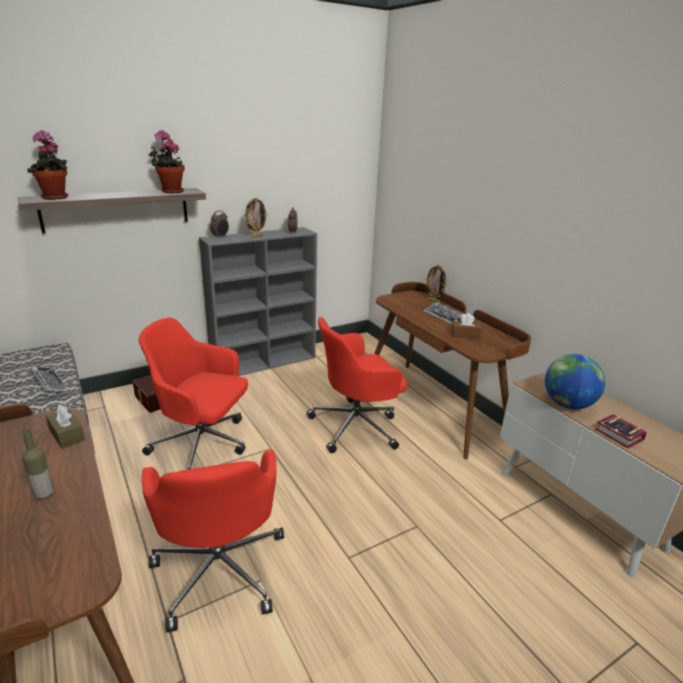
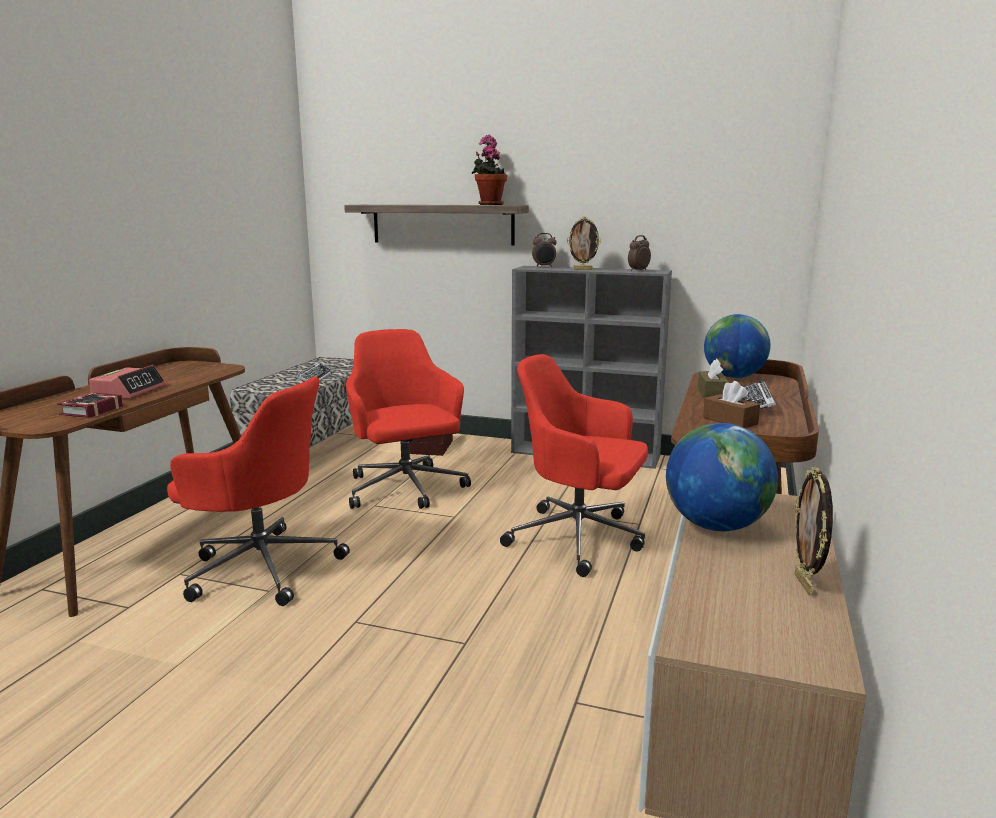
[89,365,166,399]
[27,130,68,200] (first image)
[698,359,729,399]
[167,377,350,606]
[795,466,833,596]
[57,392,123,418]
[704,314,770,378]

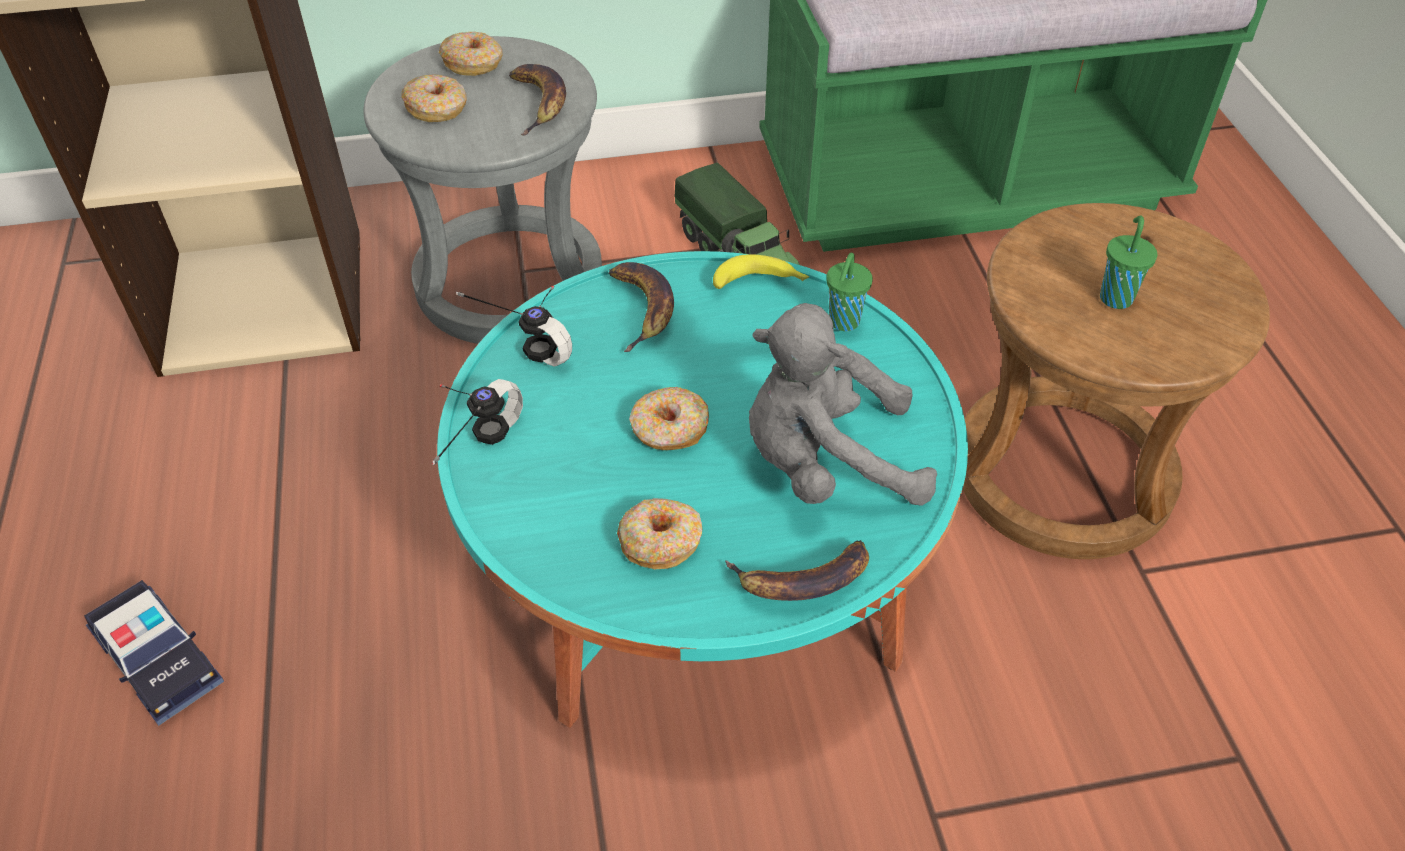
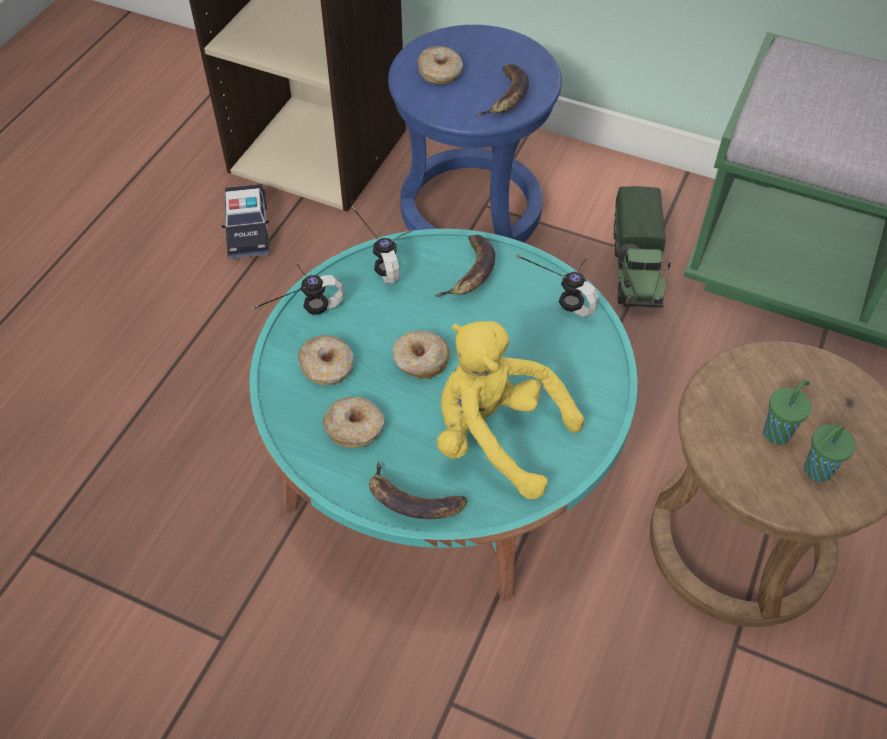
[222,184,270,259]
[388,25,562,242]
[298,335,354,385]
[515,254,599,317]
[437,321,584,499]
[804,424,856,482]

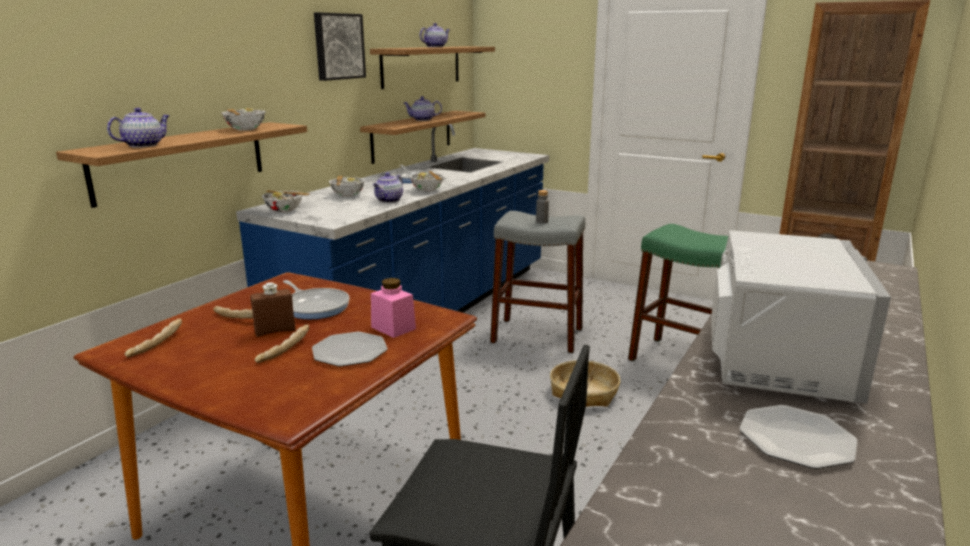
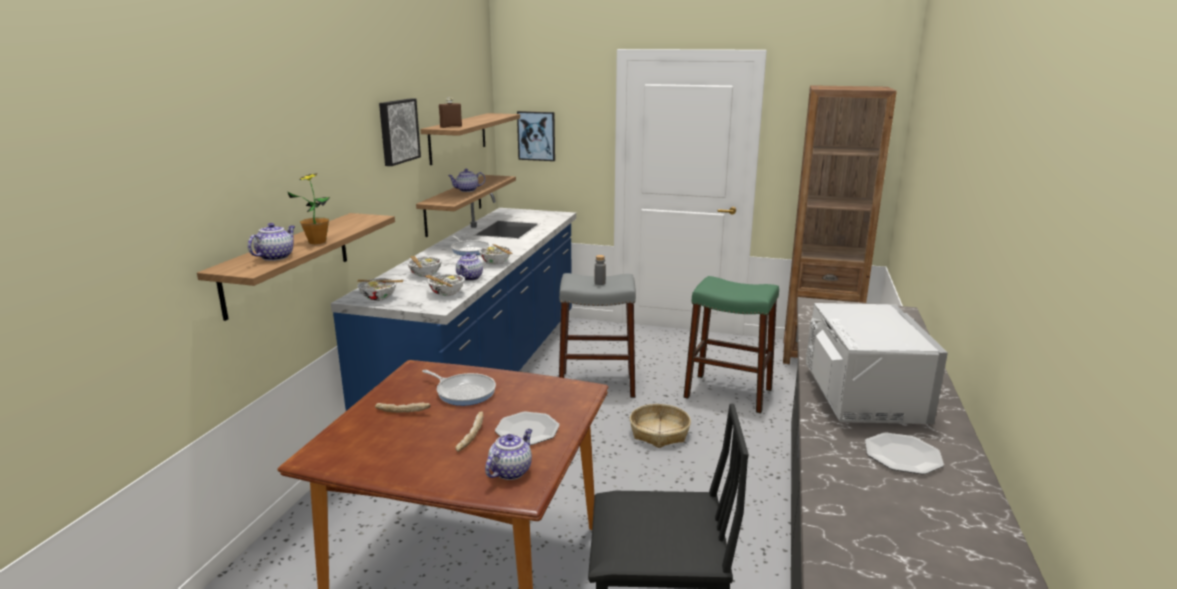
[124,318,182,358] (first image)
[425,274,465,296]
[439,98,462,128]
[371,278,416,338] (first image)
[485,429,532,480]
[288,173,330,244]
[517,111,555,161]

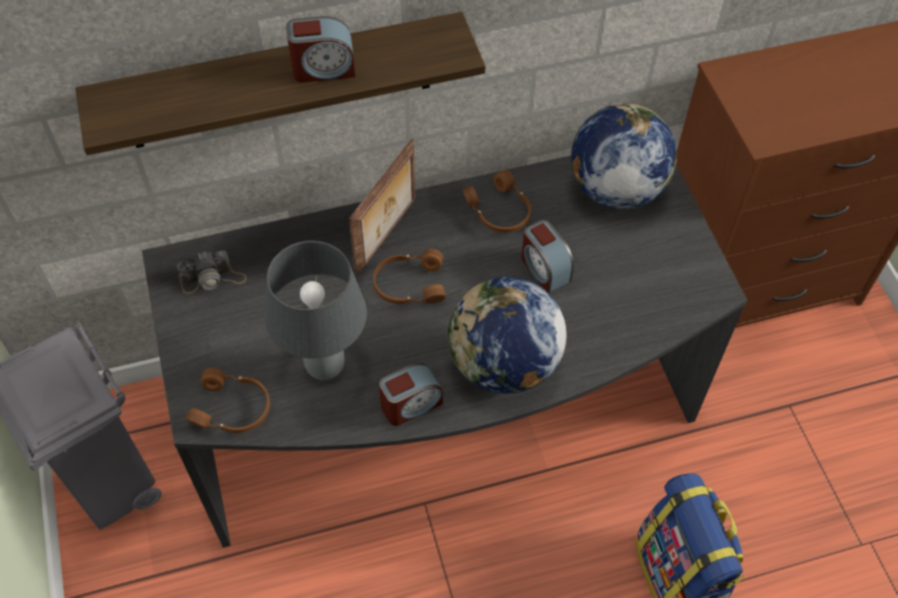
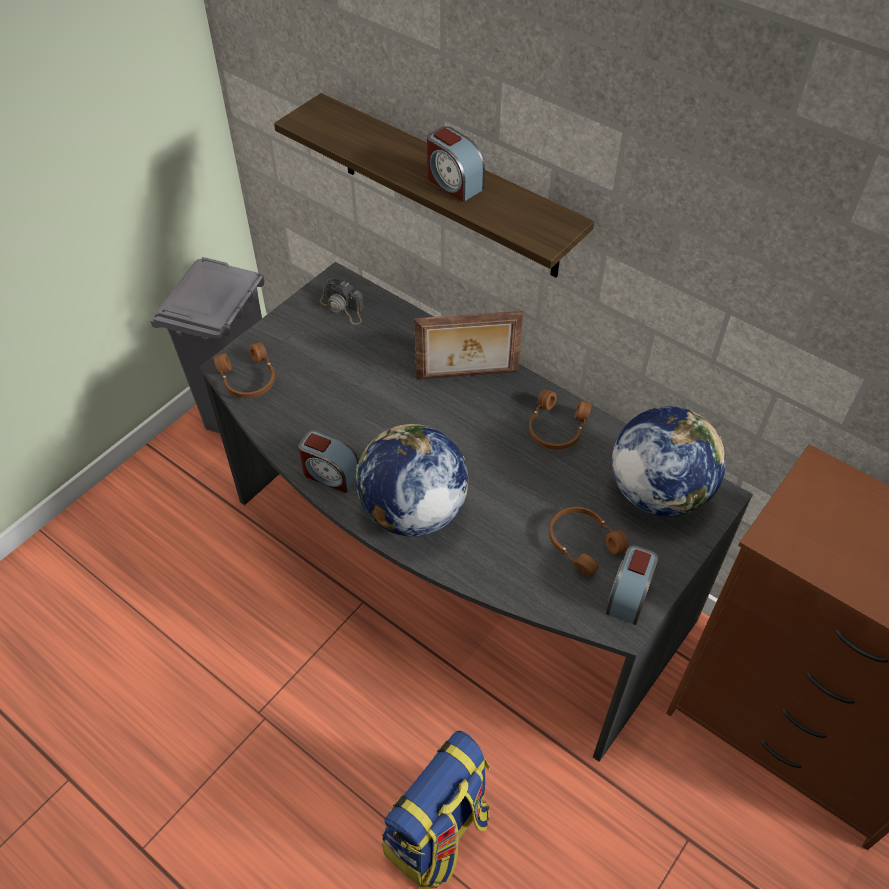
[265,241,367,380] (first image)
[549,507,629,577]
[606,545,658,625]

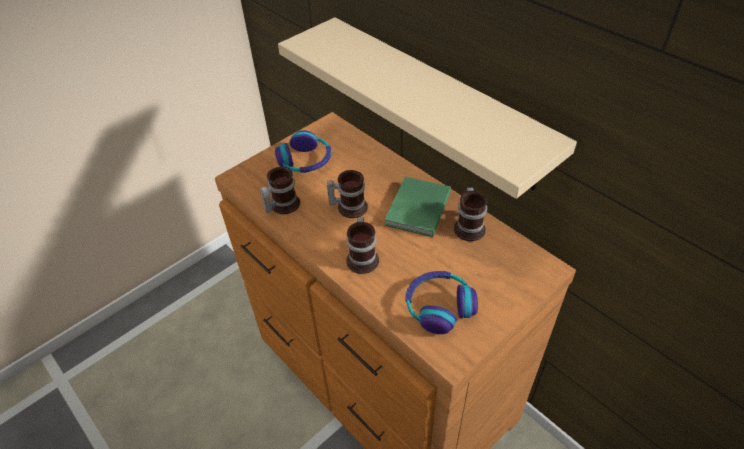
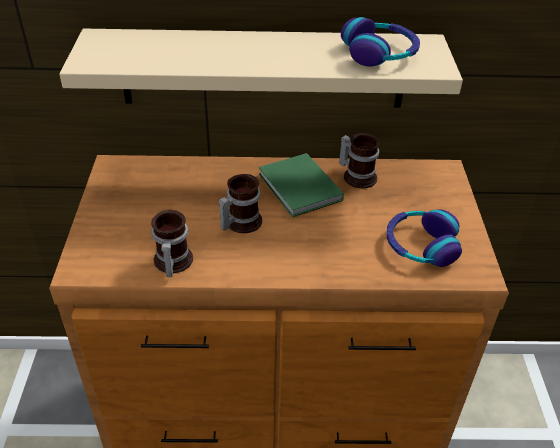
[341,17,420,66]
[346,218,379,274] (first image)

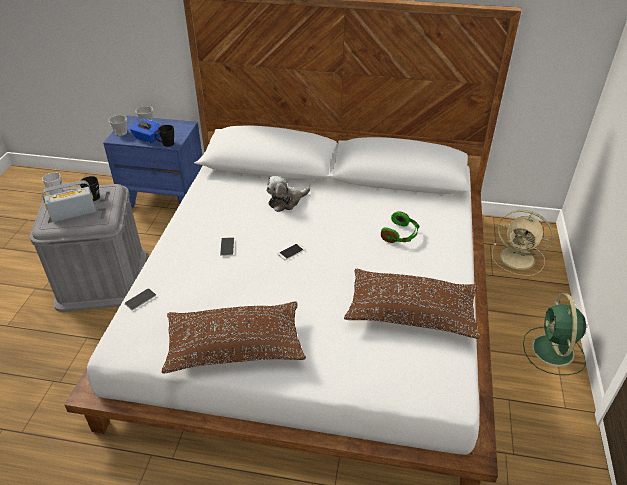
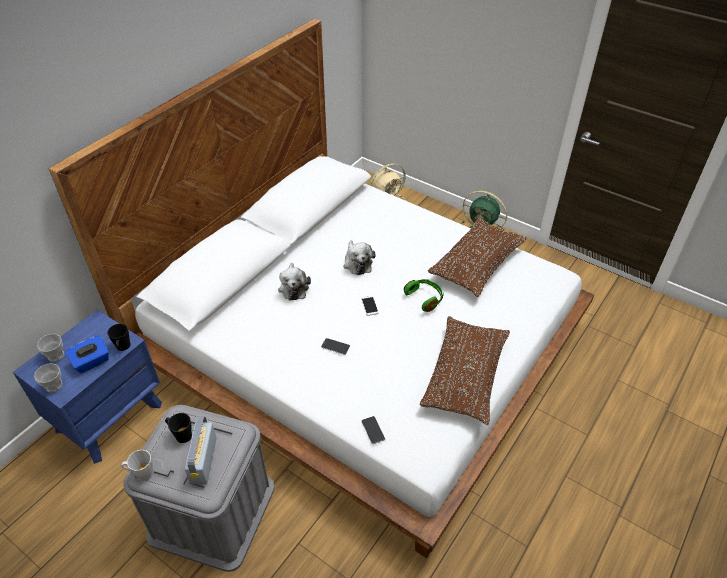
[404,279,444,312]
[344,240,376,275]

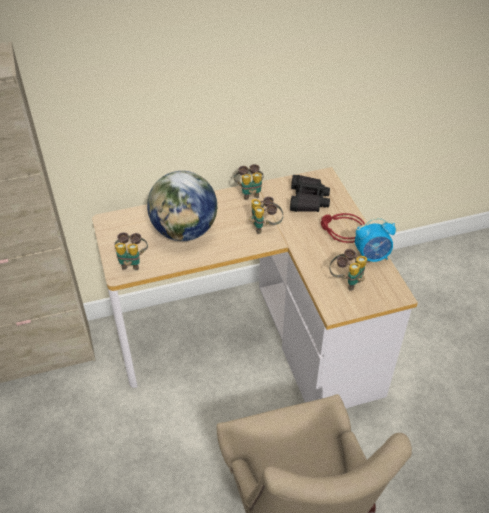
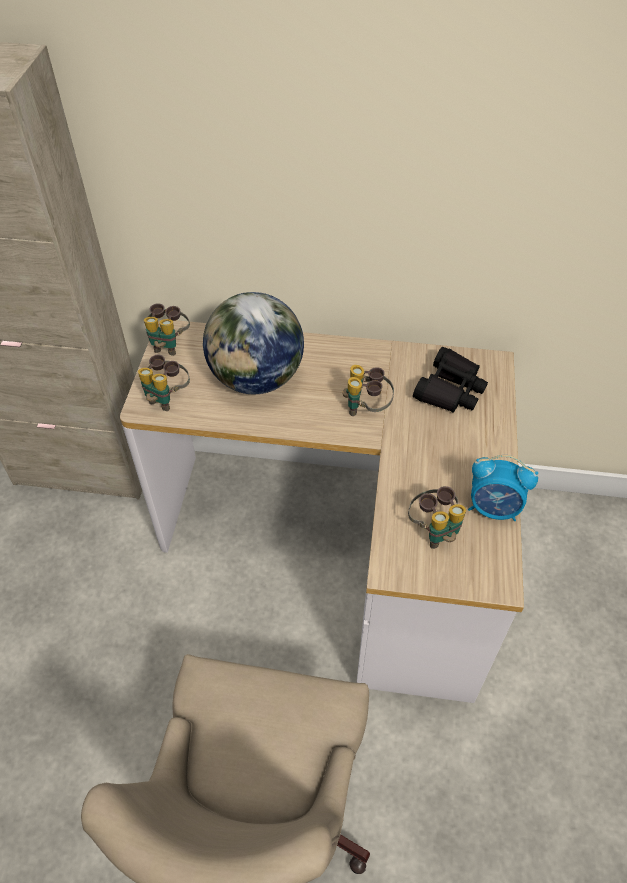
[144,303,190,356]
[321,213,365,243] (first image)

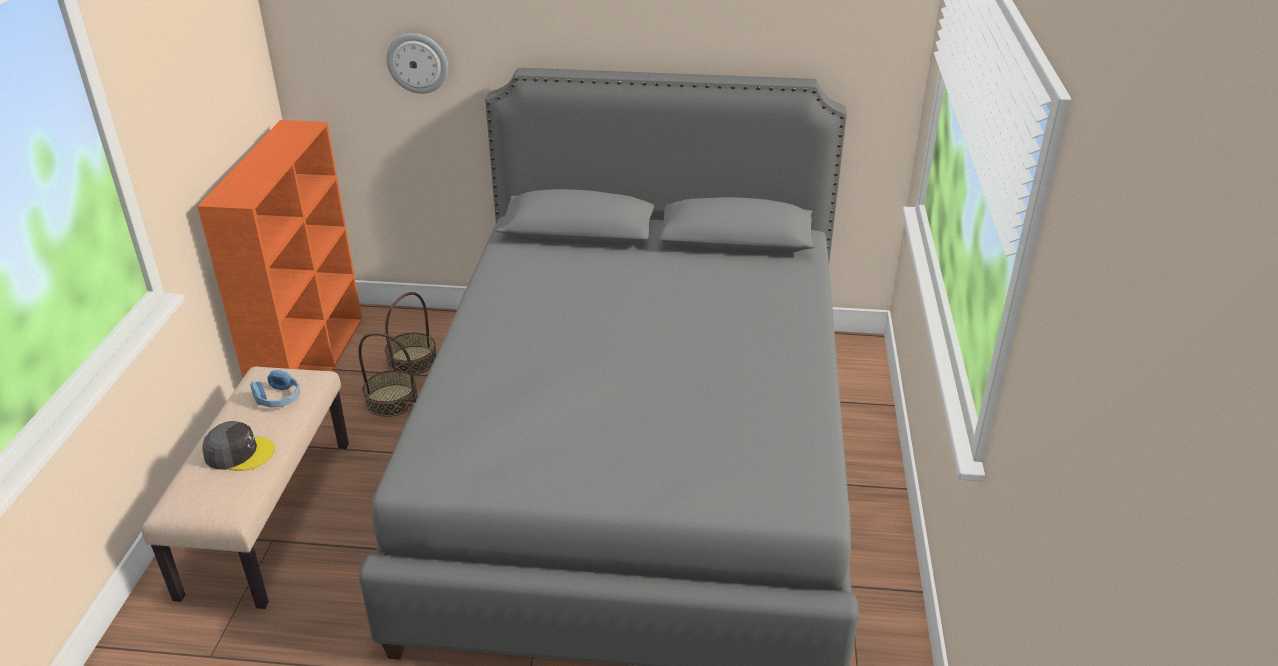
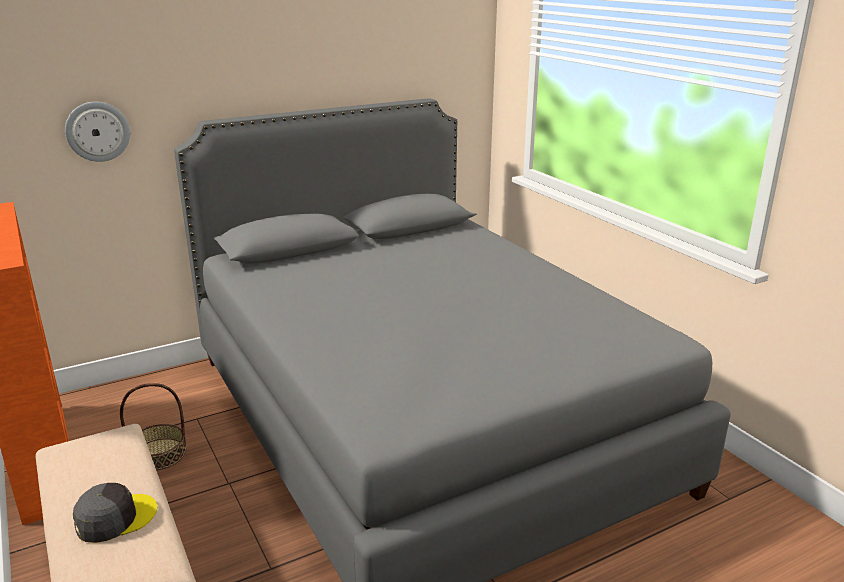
[250,370,300,407] (first image)
[385,292,437,375] (first image)

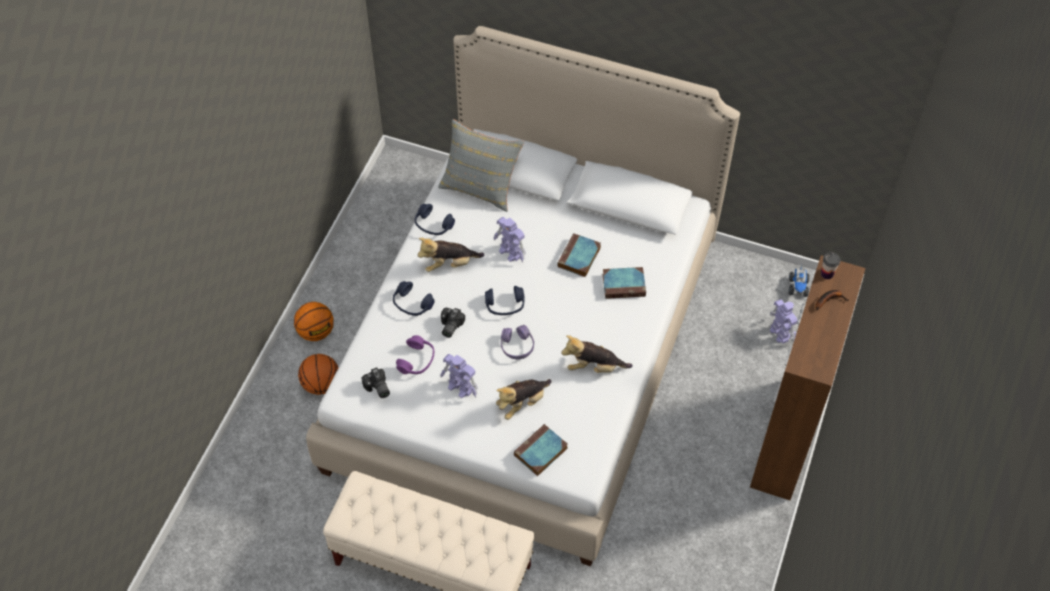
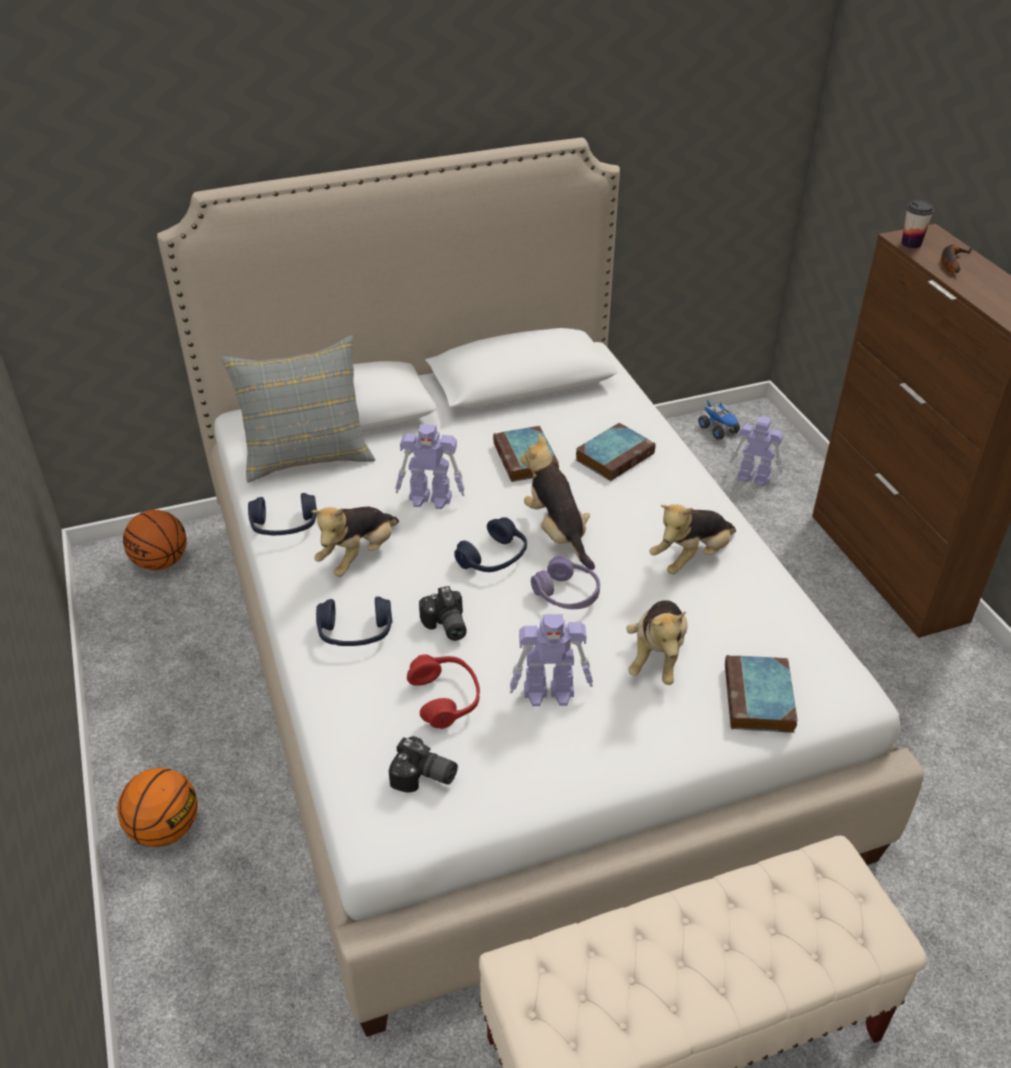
[123,510,187,571]
[407,654,480,729]
[520,434,595,570]

